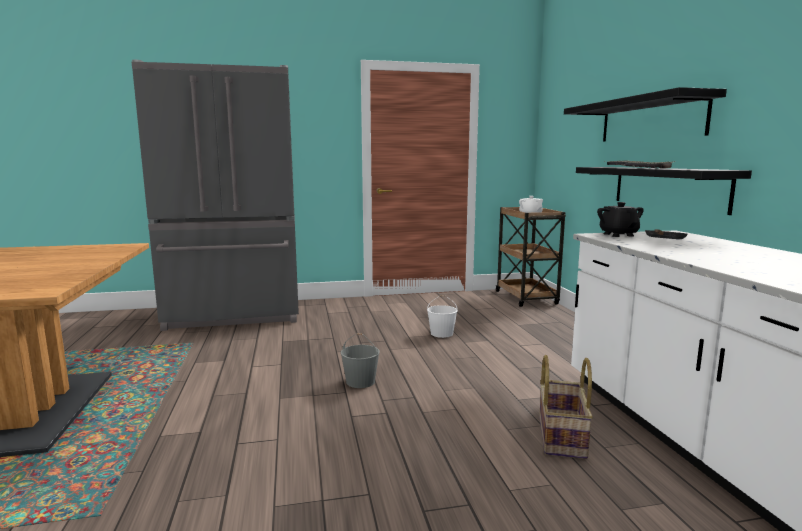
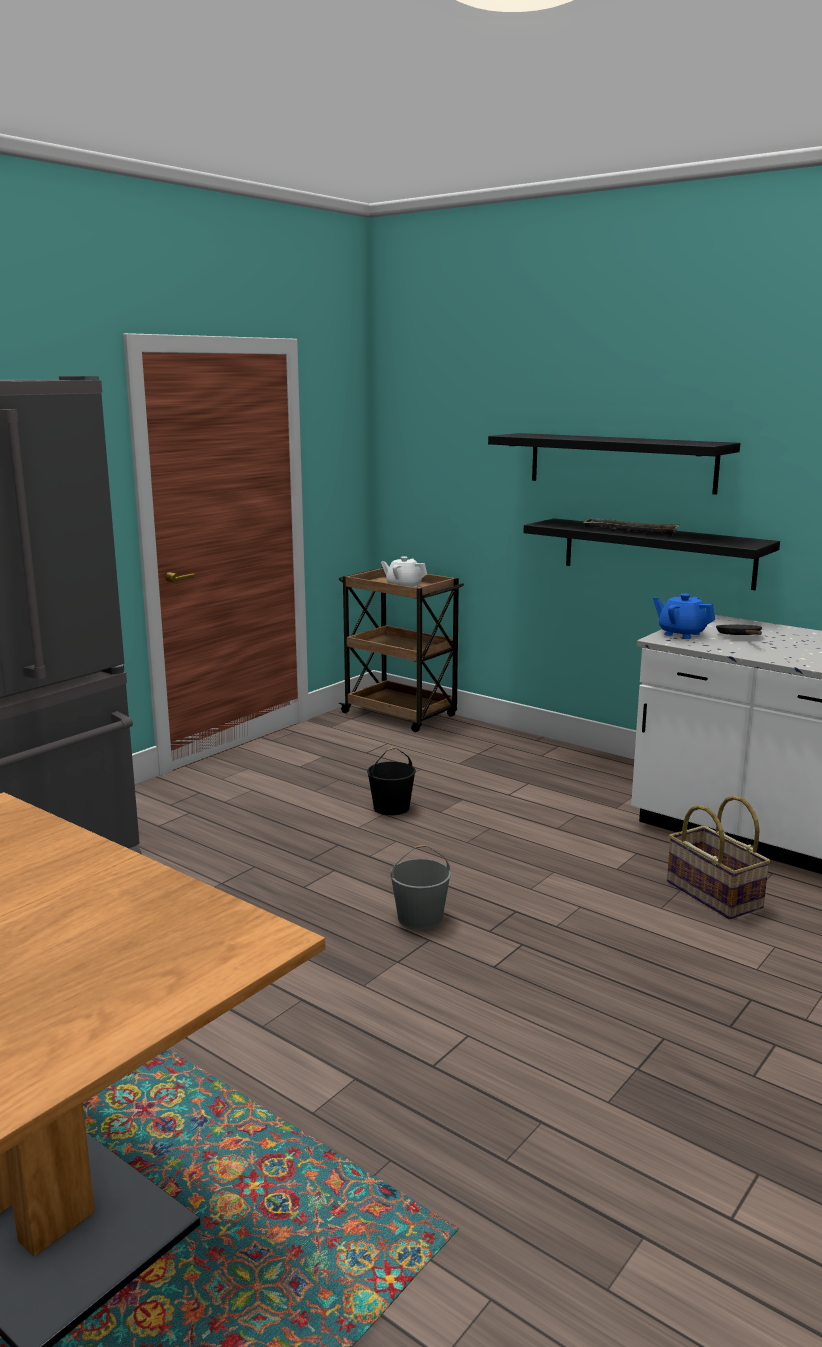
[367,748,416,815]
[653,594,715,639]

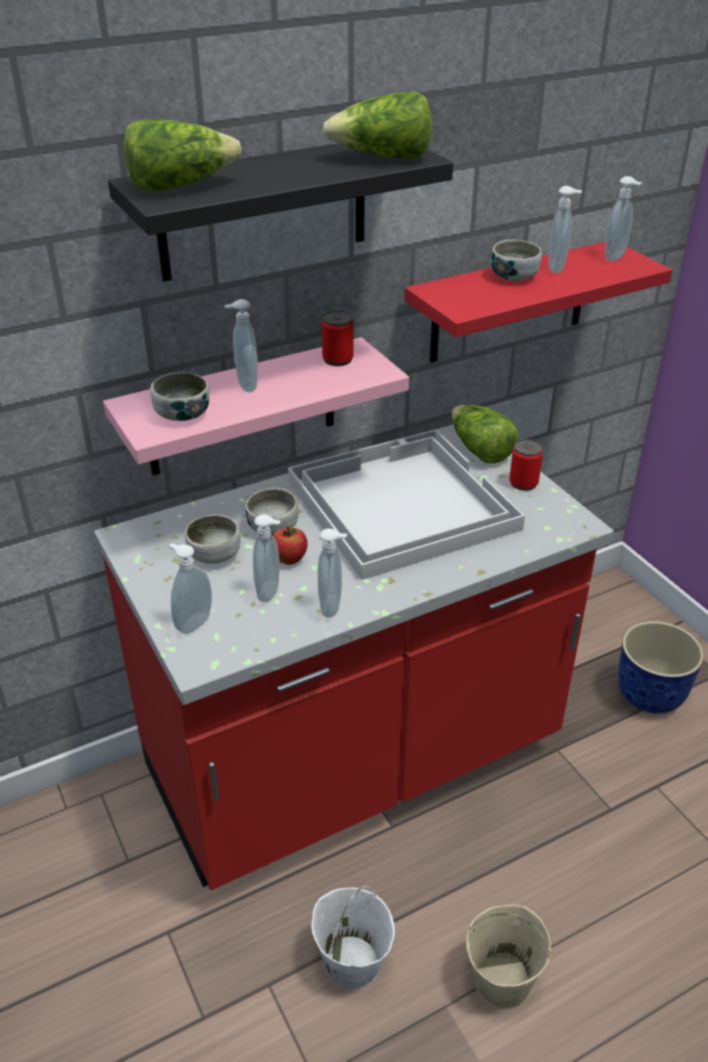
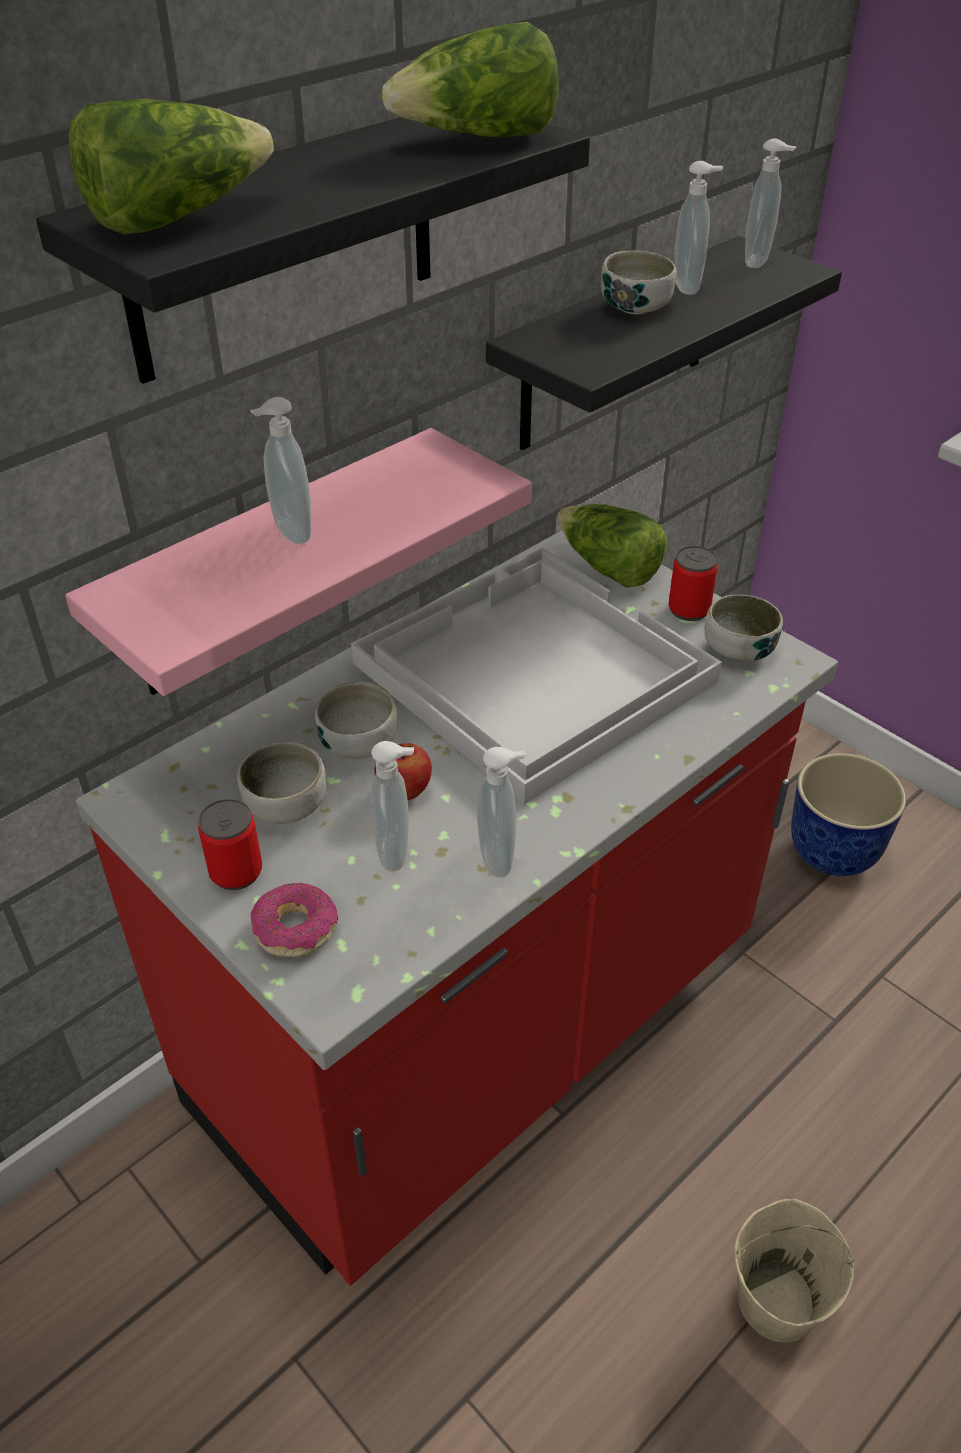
[704,595,783,662]
[250,883,338,957]
[311,886,395,990] (first image)
[198,799,262,890]
[486,236,842,450]

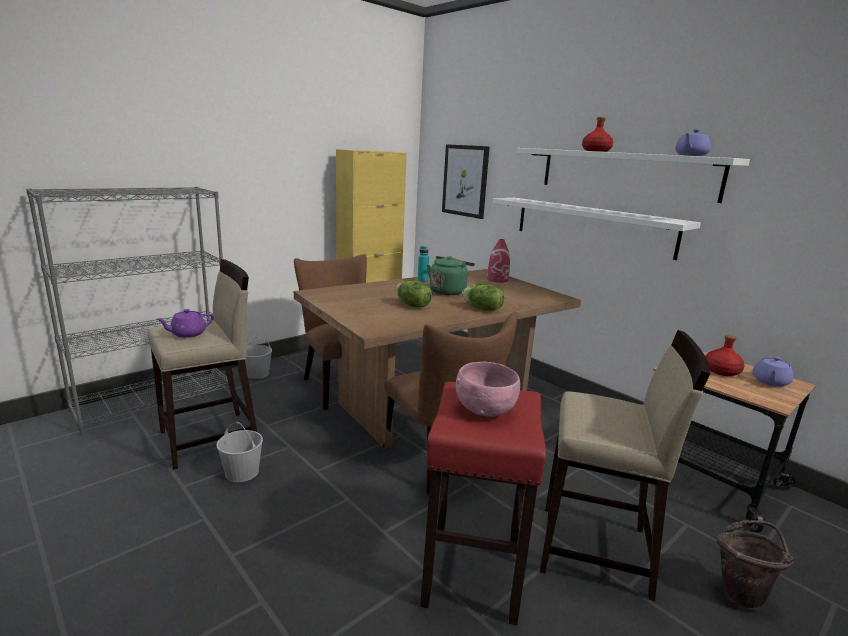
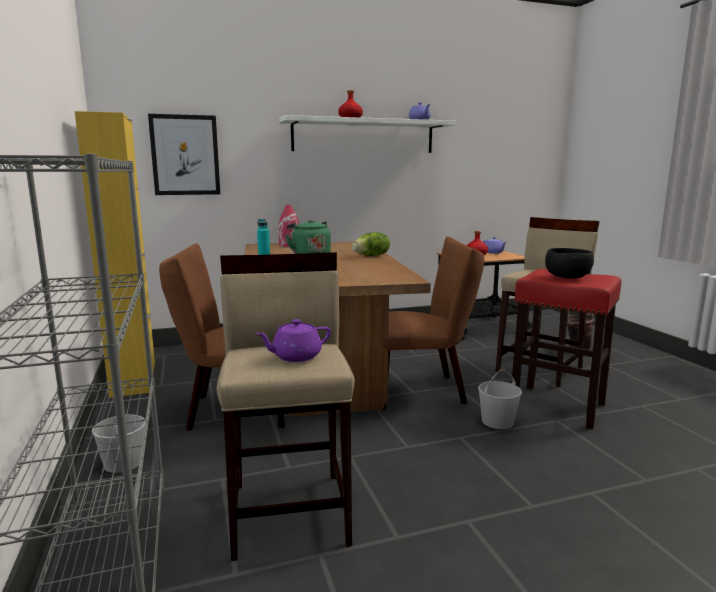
[255,319,331,362]
[478,369,522,429]
[395,280,432,307] (first image)
[545,248,594,279]
[493,198,701,260] (first image)

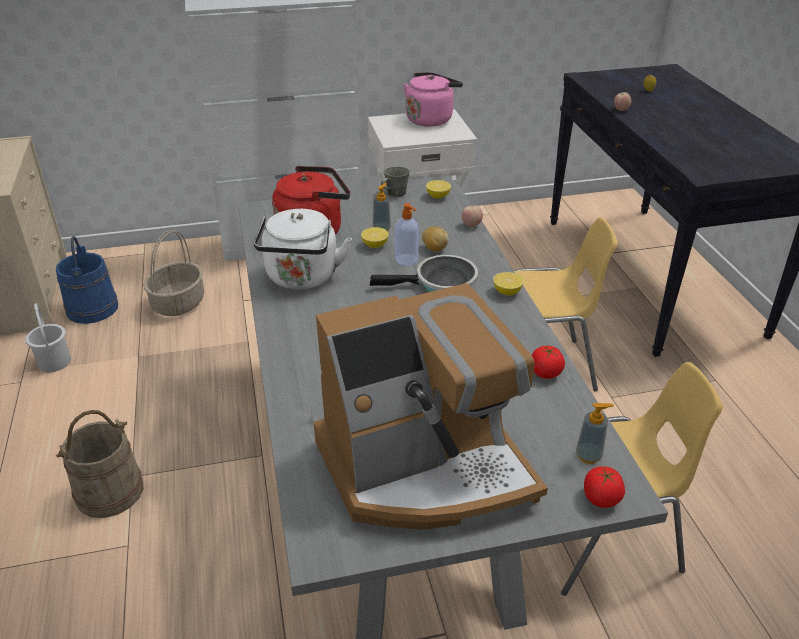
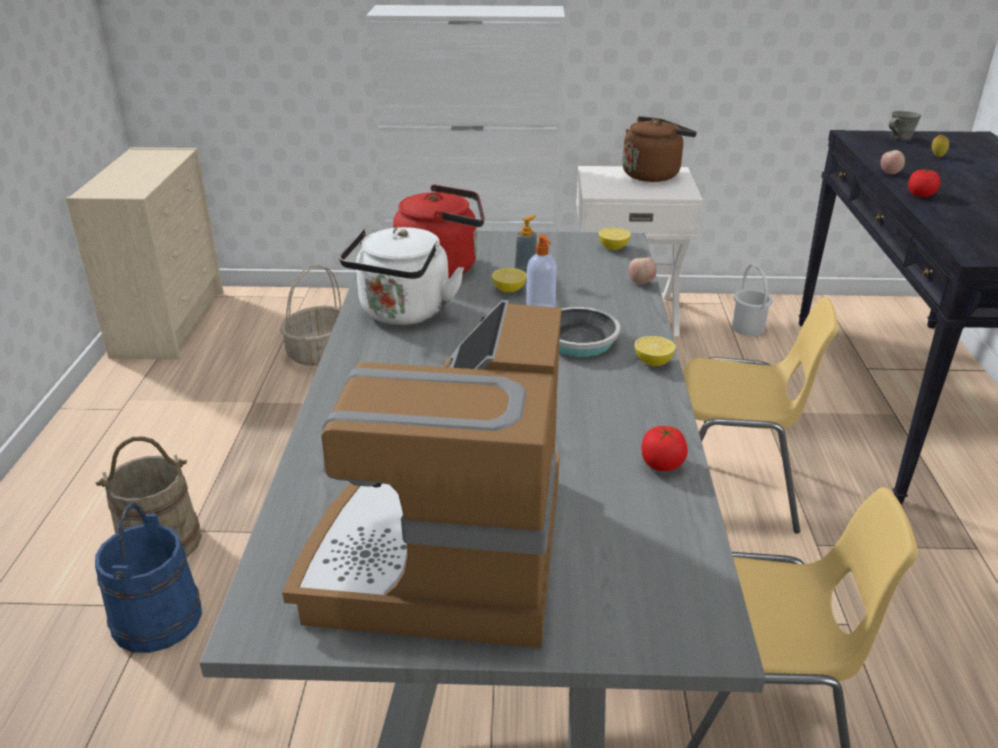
[732,264,773,336]
[95,503,202,653]
[282,300,562,648]
[889,111,921,141]
[622,116,697,182]
[422,227,449,251] (first image)
[576,403,614,464] (first image)
[908,169,940,197]

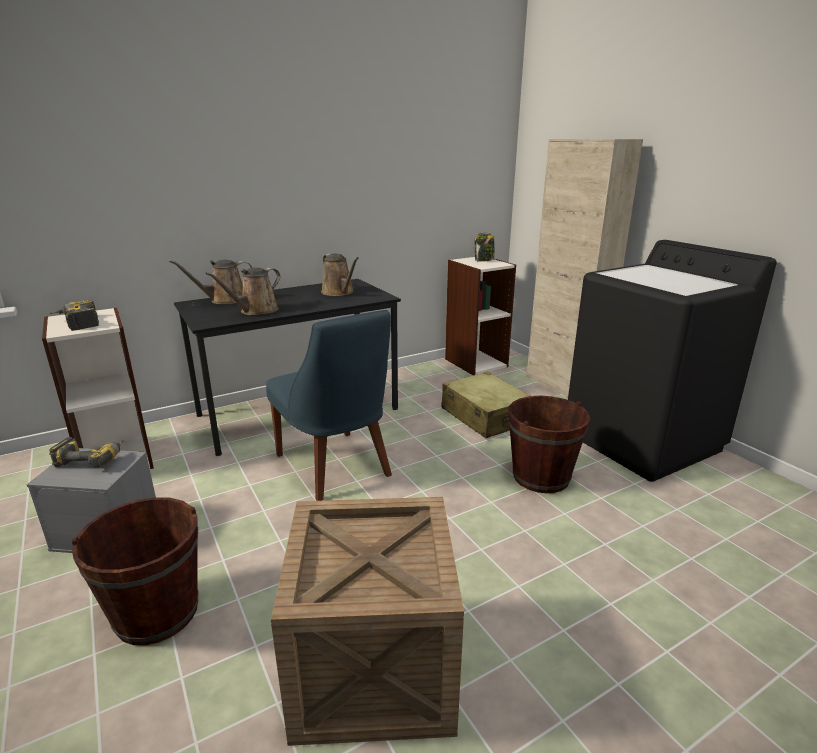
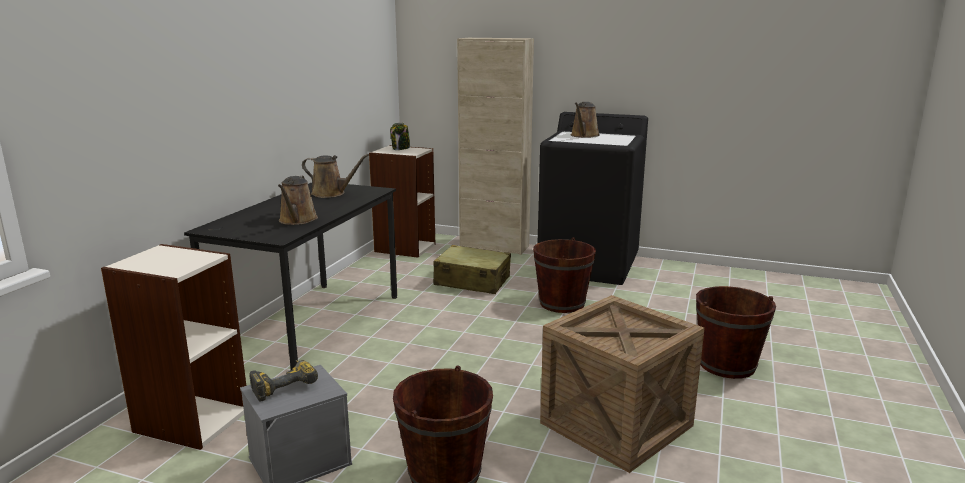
[49,300,99,331] (first image)
[571,102,600,138]
[266,310,392,501] (first image)
[696,286,776,379]

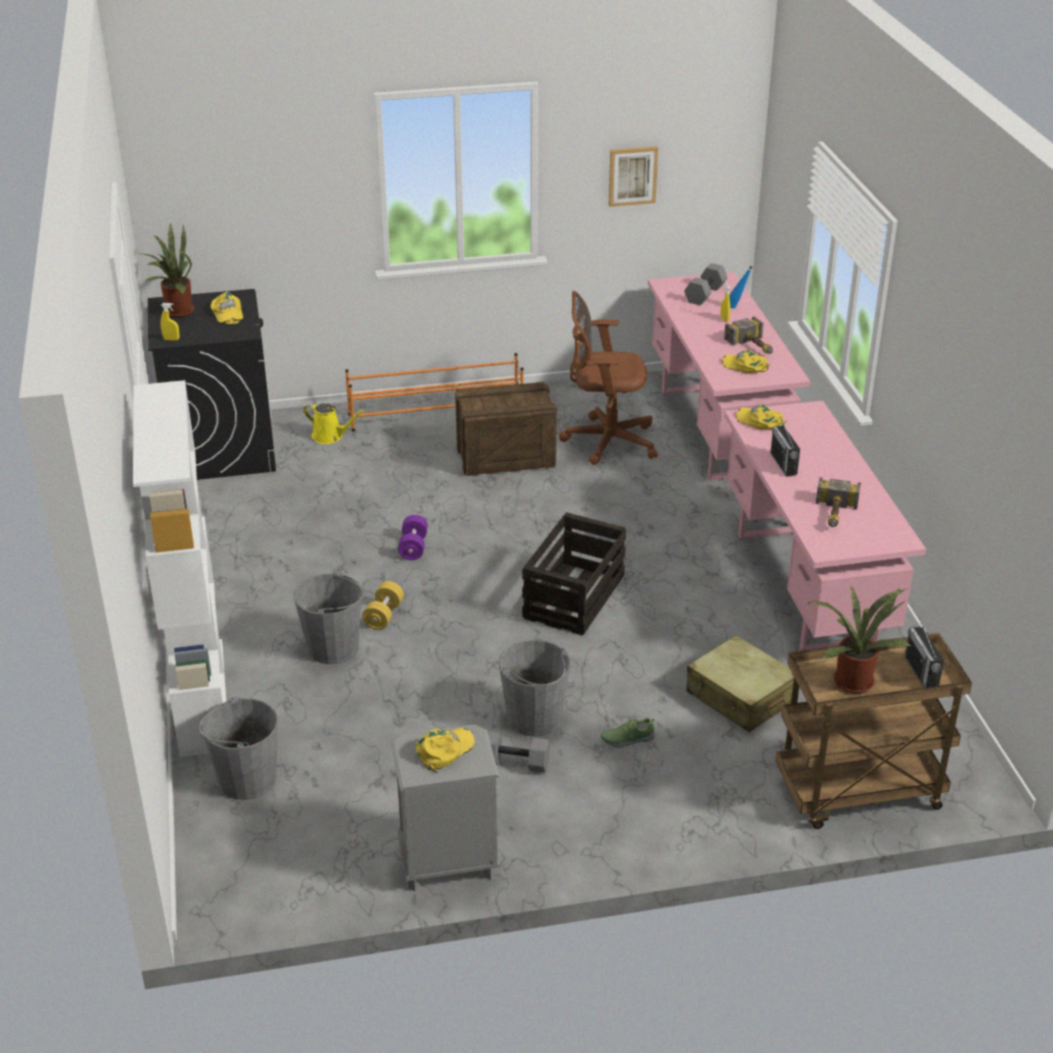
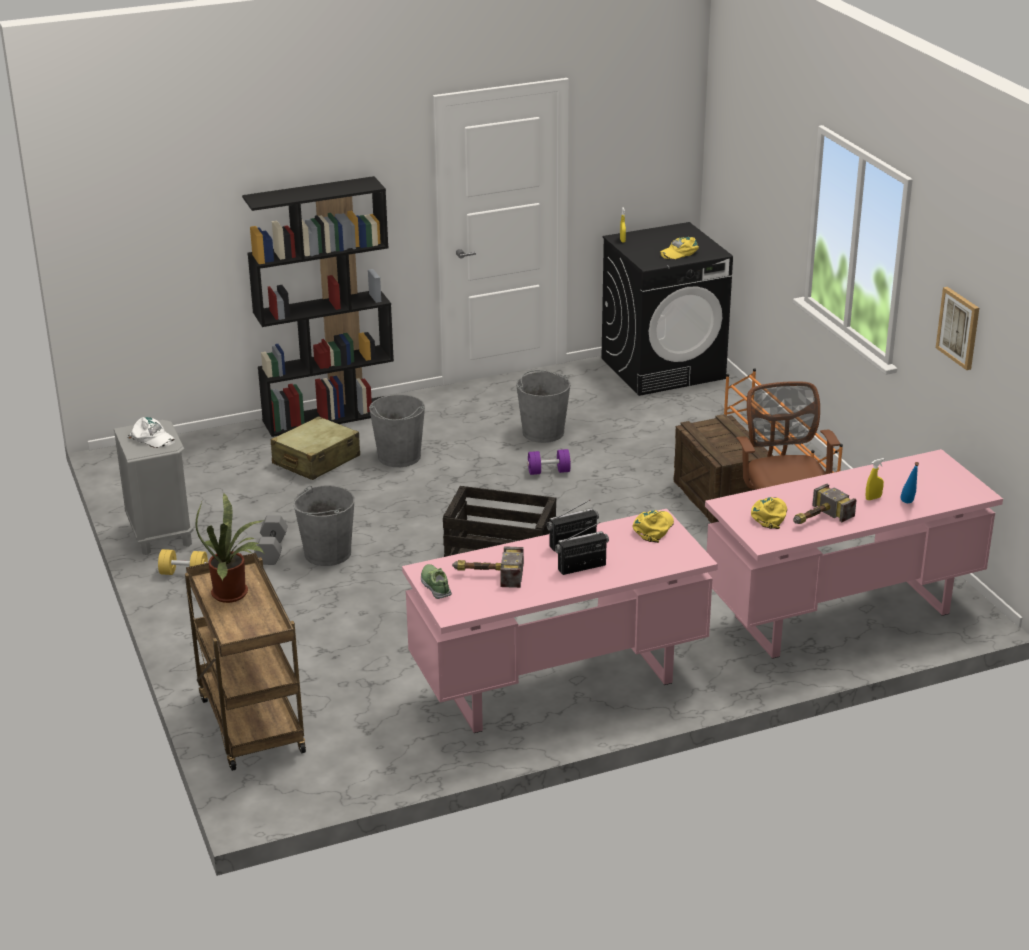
[242,176,394,437]
[140,224,194,318] (first image)
[516,370,571,443]
[303,403,364,444] (first image)
[158,549,208,575]
[127,417,175,448]
[421,564,452,599]
[684,263,727,305] (first image)
[271,416,360,480]
[555,522,609,575]

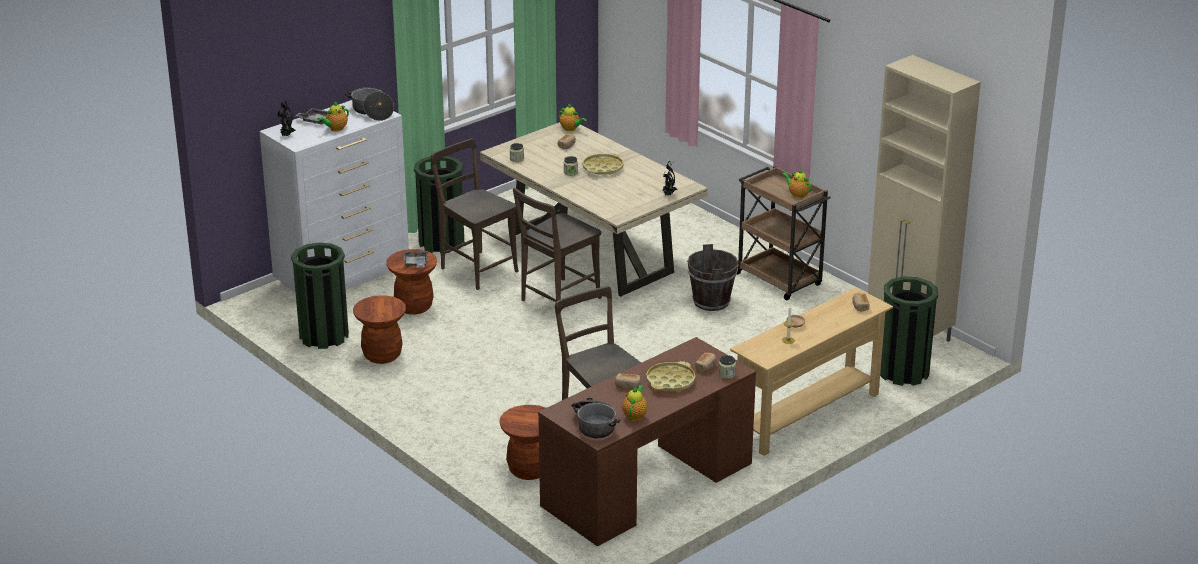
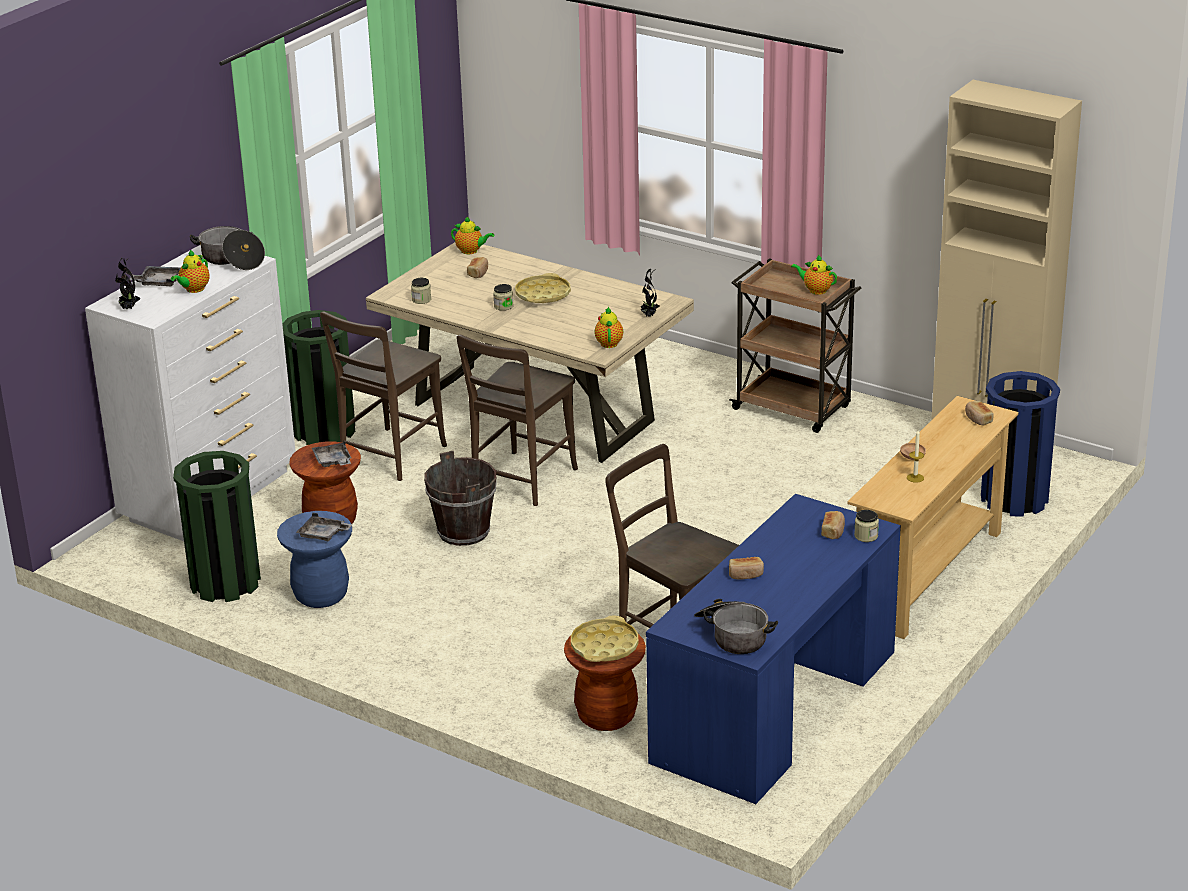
[277,511,352,608]
[320,311,447,481]
[646,494,901,804]
[594,306,623,348]
[571,615,639,662]
[424,451,497,546]
[981,371,1060,517]
[296,512,352,541]

